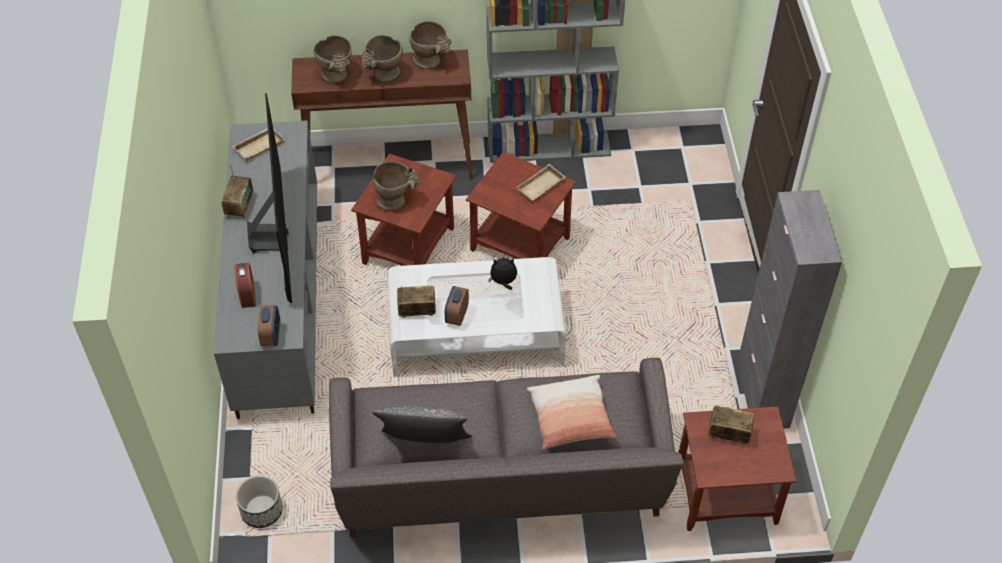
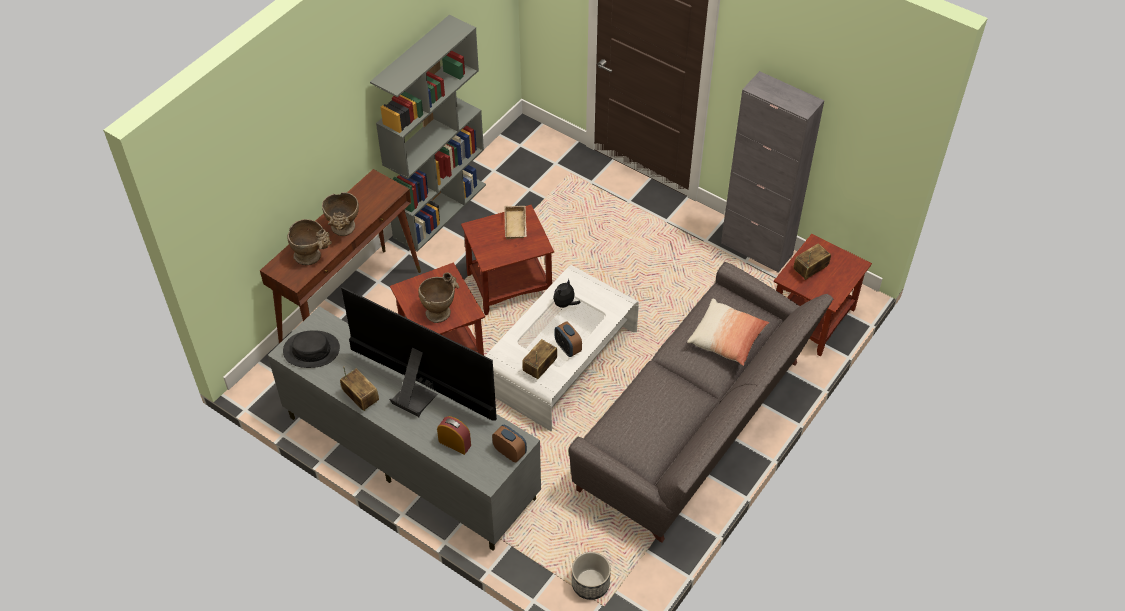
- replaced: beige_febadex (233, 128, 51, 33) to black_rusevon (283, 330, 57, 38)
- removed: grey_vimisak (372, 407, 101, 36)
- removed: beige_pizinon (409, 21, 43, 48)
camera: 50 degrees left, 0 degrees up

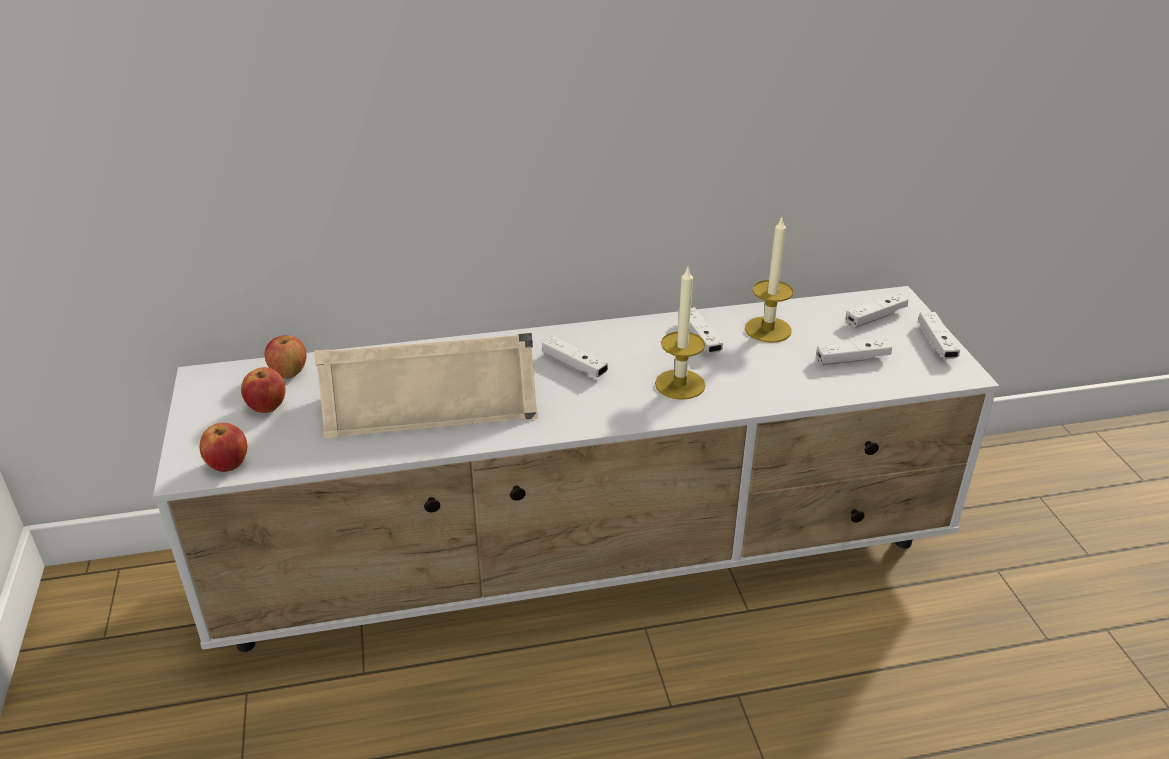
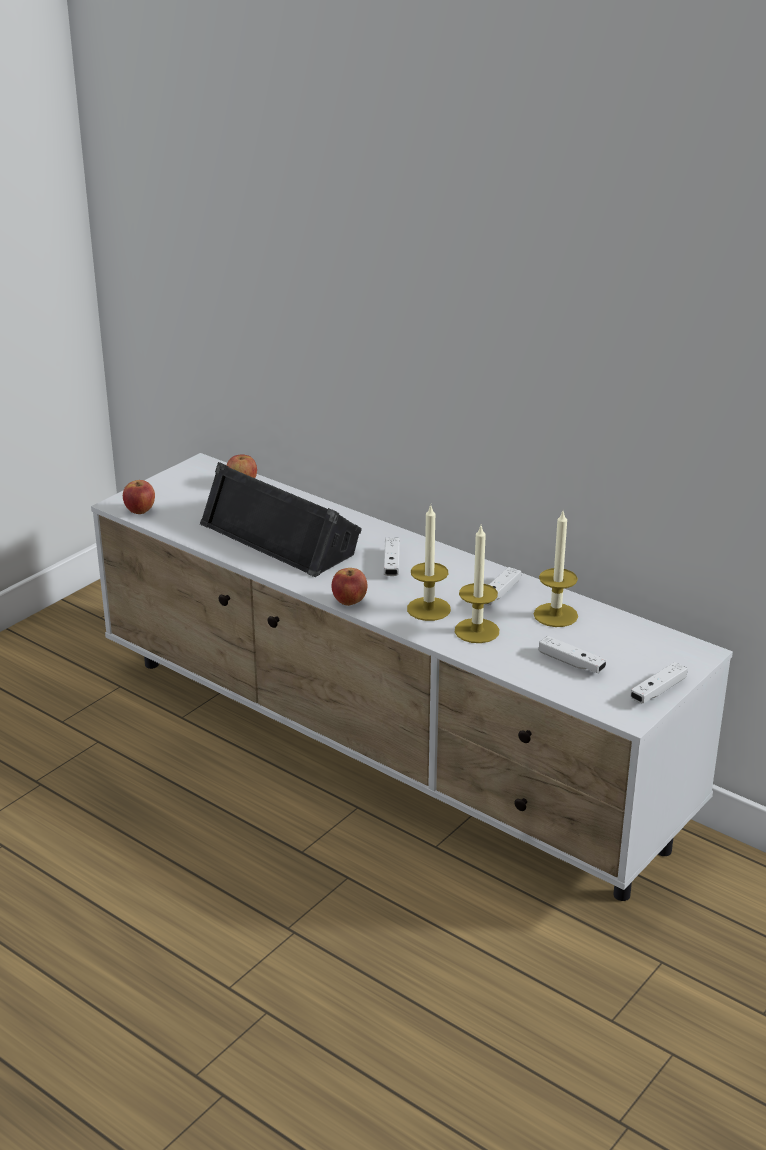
- recoloured: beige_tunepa (314, 333, 224, 106) to black_tunepa (200, 462, 162, 115)
- moved: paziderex (241, 367, 45, 46) to (332, 568, 35, 38)
- added: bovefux (455, 526, 44, 117)
- removed: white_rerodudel (846, 293, 62, 35)
camera: 50 degrees right, 5 degrees down

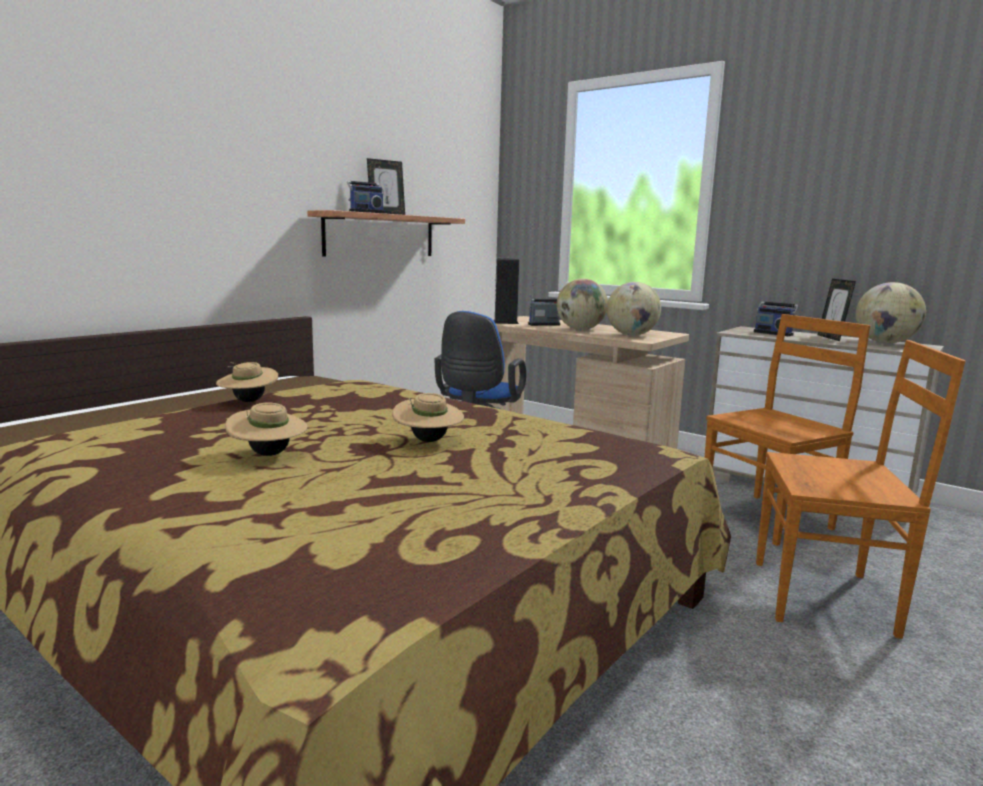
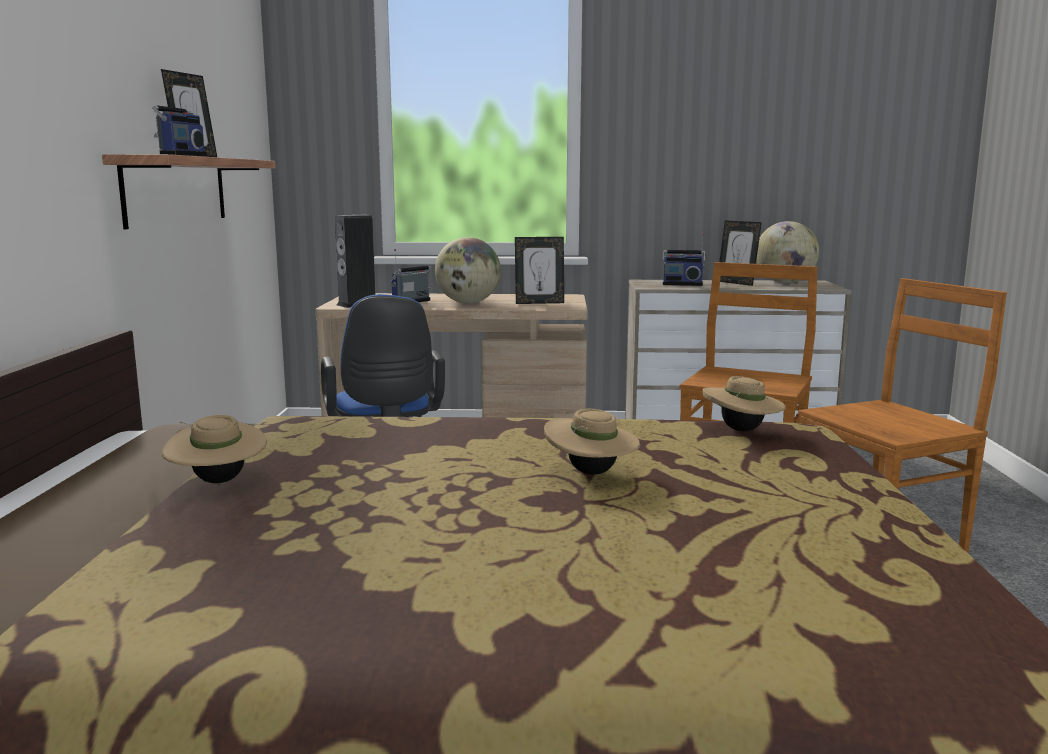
- replaced: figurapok (607, 282, 54, 54) to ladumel (515, 237, 49, 67)
- moved: beige_rusevon (225, 403, 83, 53) to (703, 376, 83, 55)
camera: 35 degrees left, 0 degrees up

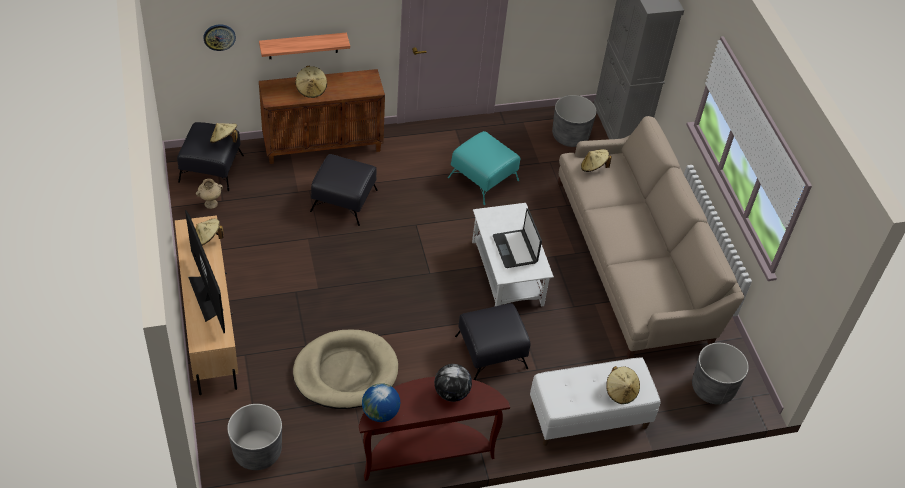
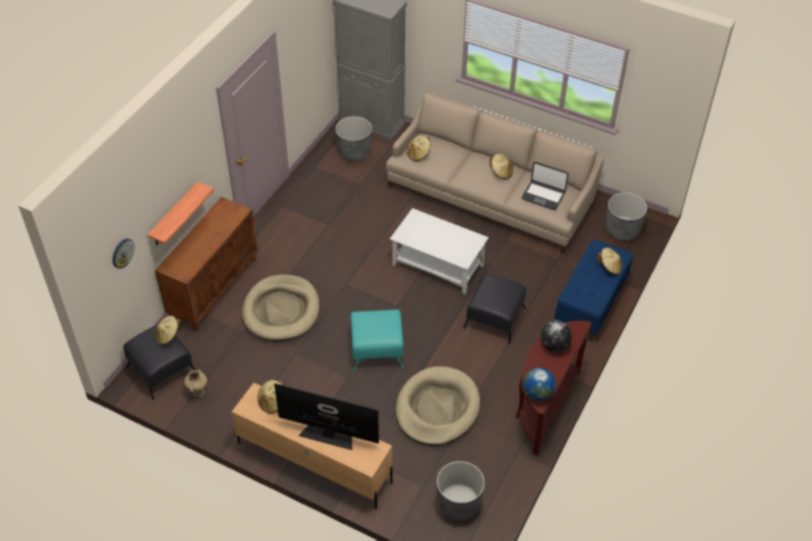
- replaced: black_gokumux (310, 154, 68, 72) to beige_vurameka (242, 274, 78, 67)
- moved: turquoise_gokumux (448, 131, 72, 74) to (351, 310, 53, 61)
- moved: beige_rusevon (295, 66, 32, 32) to (490, 153, 23, 26)
- moved: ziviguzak (493, 208, 49, 60) to (521, 162, 48, 48)
- recoloured: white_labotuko (530, 357, 131, 89) to blue_labotuko (554, 239, 79, 102)
camera: 45 degrees left, 0 degrees up

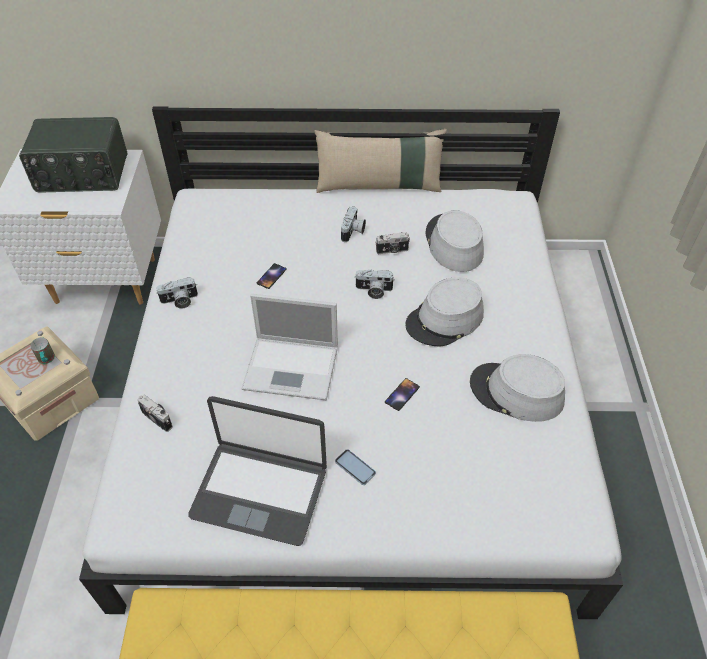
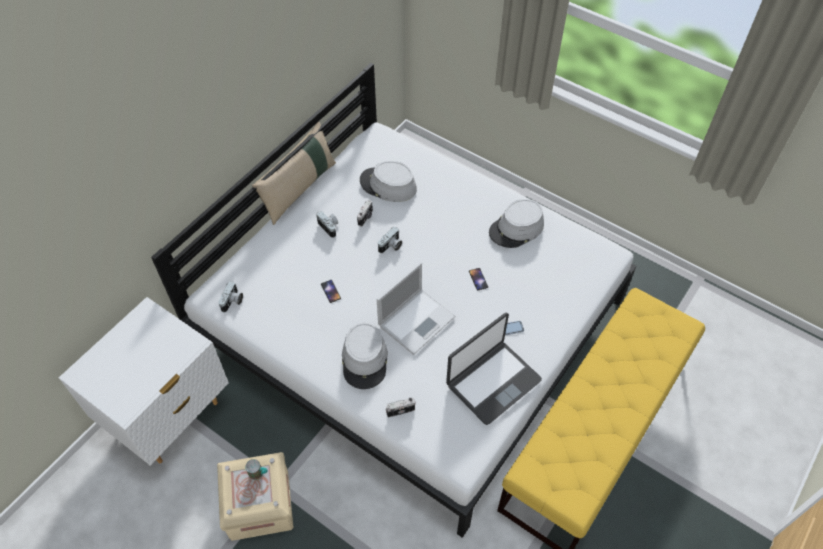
- moved: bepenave (156, 277, 42, 32) to (218, 281, 25, 31)
- moved: grey_rusevon (405, 277, 79, 70) to (342, 323, 46, 66)
- removed: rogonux (19, 117, 108, 76)
camera: 55 degrees left, 5 degrees up

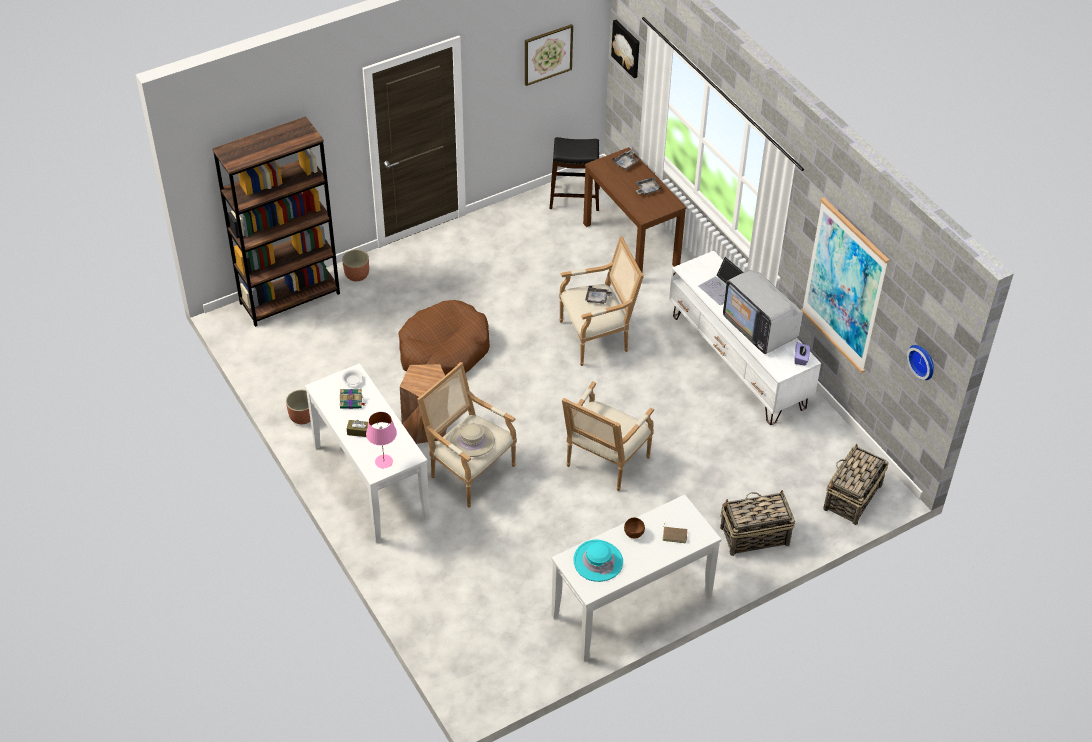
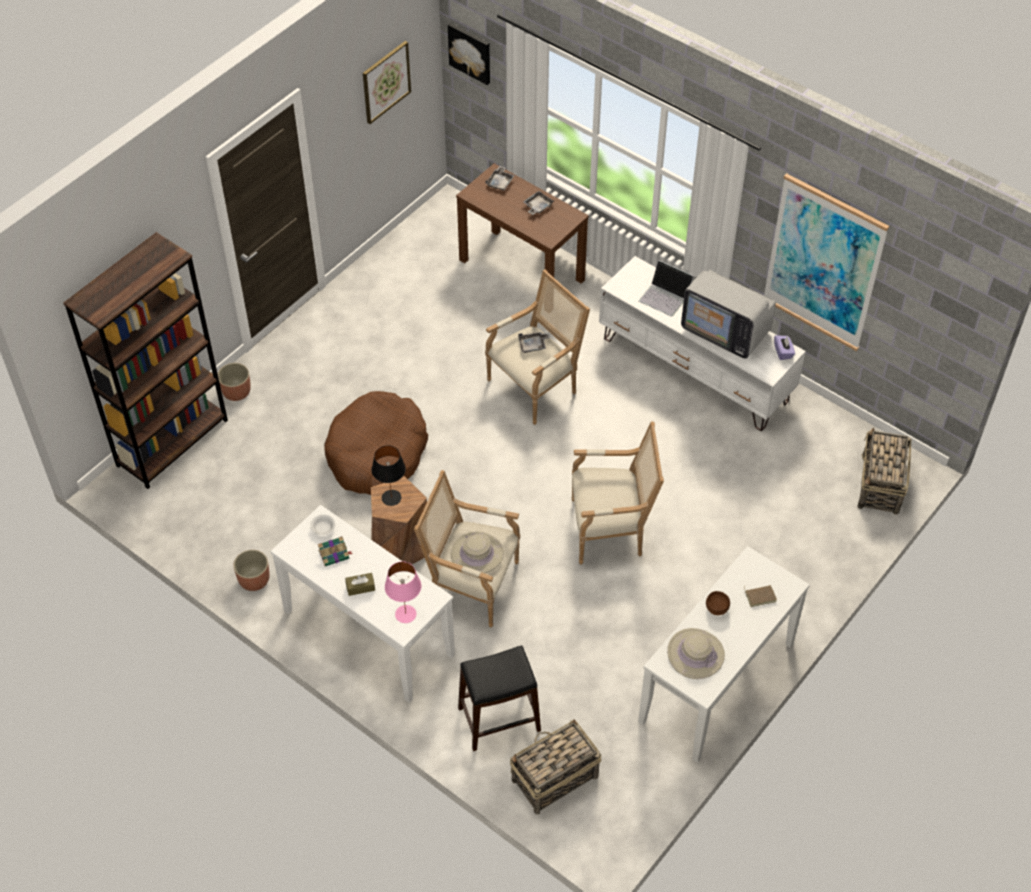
- added: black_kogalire (372, 445, 34, 61)
- moved: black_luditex (550, 137, 50, 74) to (458, 646, 83, 105)
- moved: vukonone (720, 490, 75, 66) to (510, 719, 91, 95)
- turned: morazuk (562, 381, 92, 110) = (572, 421, 92, 144) 105 degrees counterclockwise
- recoloured: turquoise_rusevon (574, 540, 49, 42) to beige_rusevon (667, 628, 58, 51)
- removed: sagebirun (907, 345, 27, 35)
camera: 20 degrees left, 5 degrees up

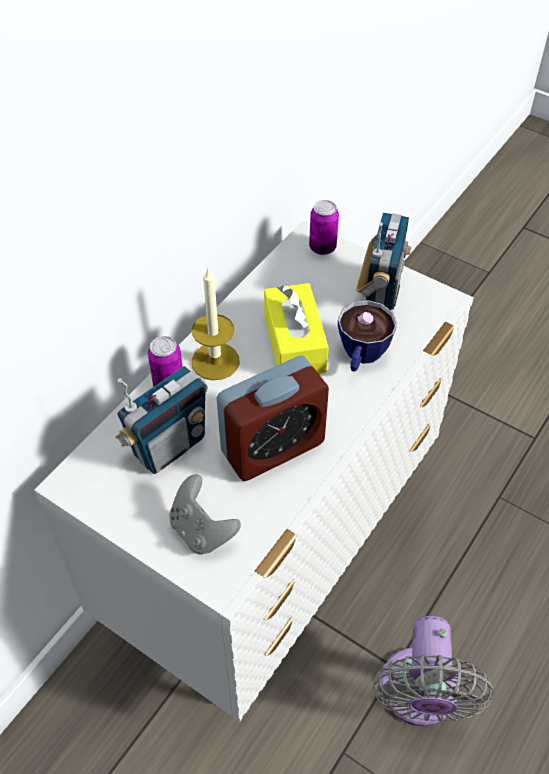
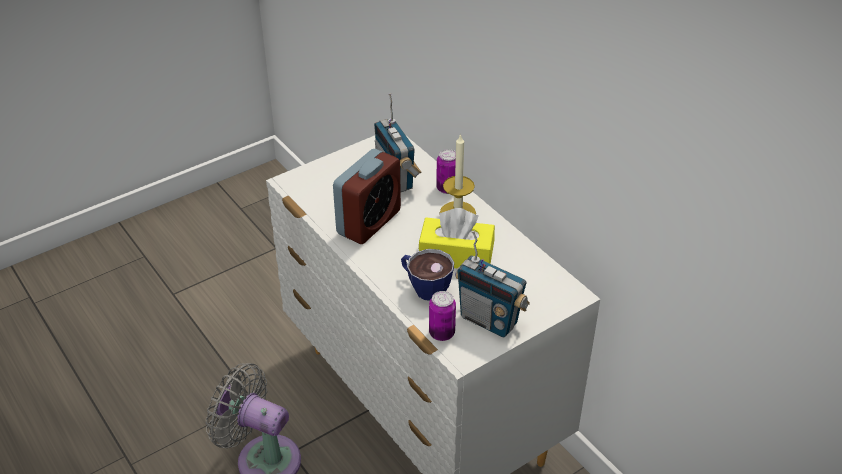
- turned: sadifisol (217, 356, 112, 125) = (333, 149, 68, 95) 135 degrees counterclockwise
- moved: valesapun (309, 200, 30, 55) to (429, 291, 27, 50)
- removed: grey_rerodudel (169, 475, 72, 80)
camera: 110 degrees right, 10 degrees down

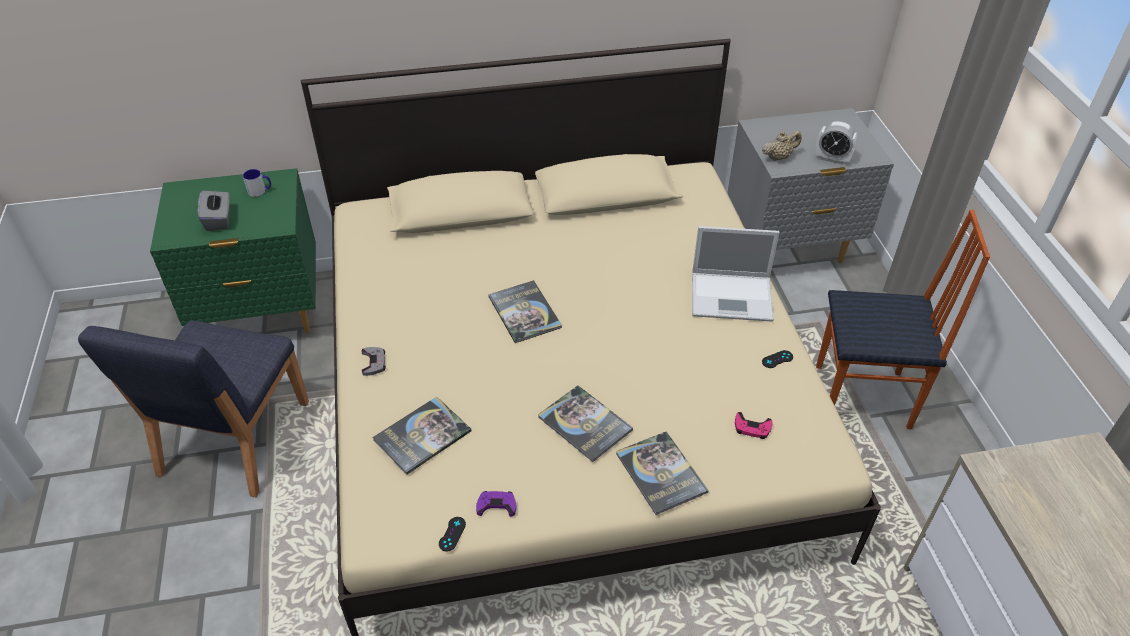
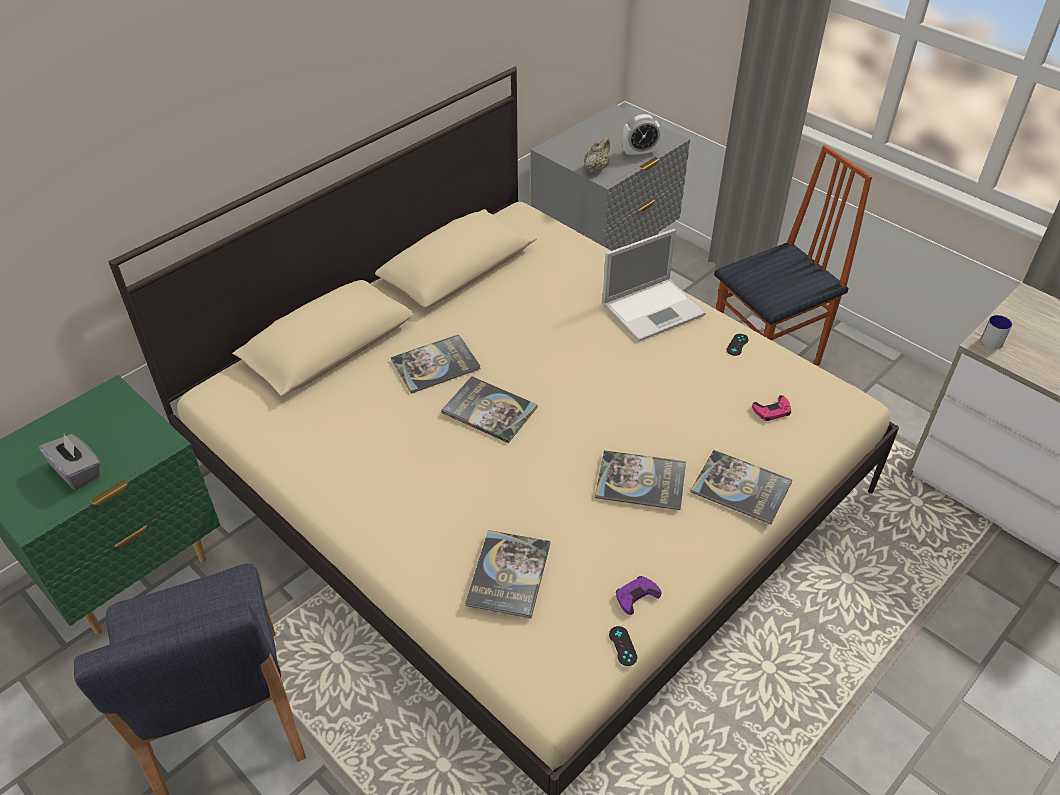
- added: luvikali (391, 334, 90, 60)
- moved: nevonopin (243, 169, 28, 28) to (981, 315, 31, 34)
- removed: grey_rerodudel (362, 347, 24, 29)
camera: 35 degrees left, 0 degrees up

